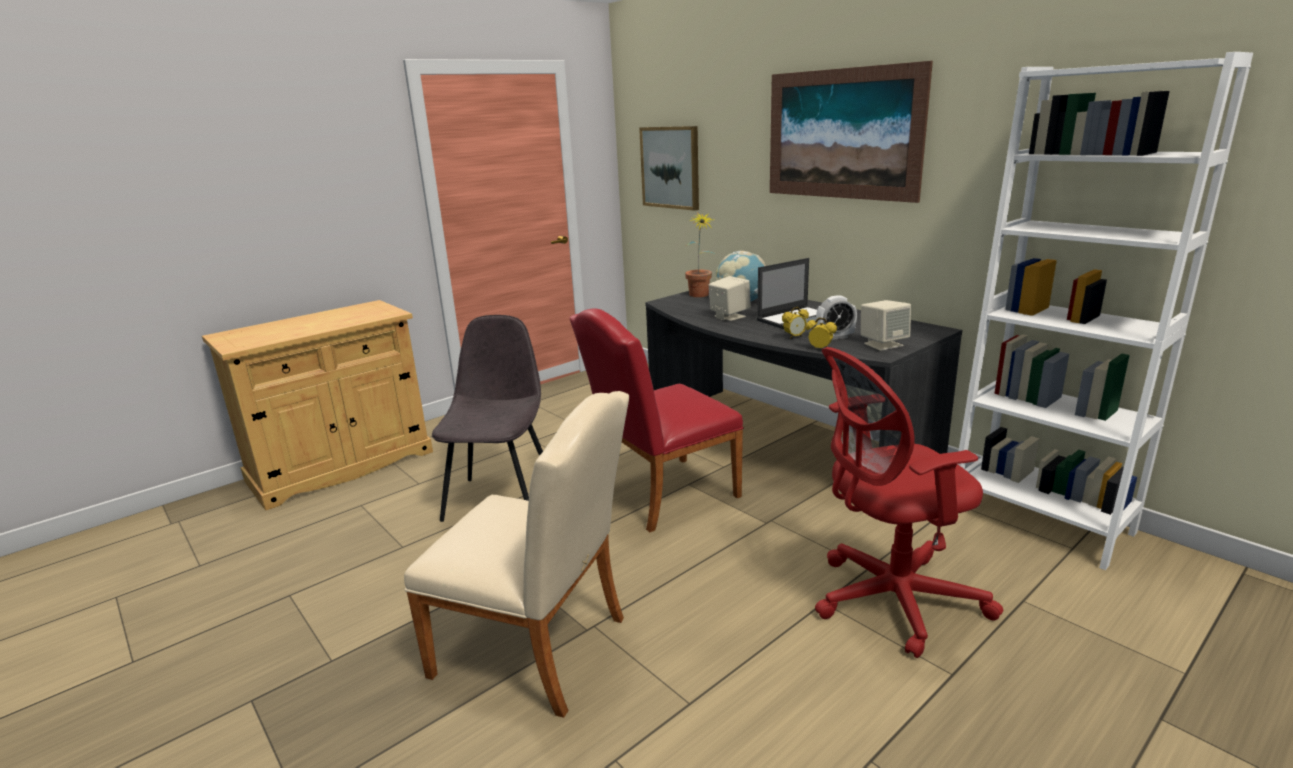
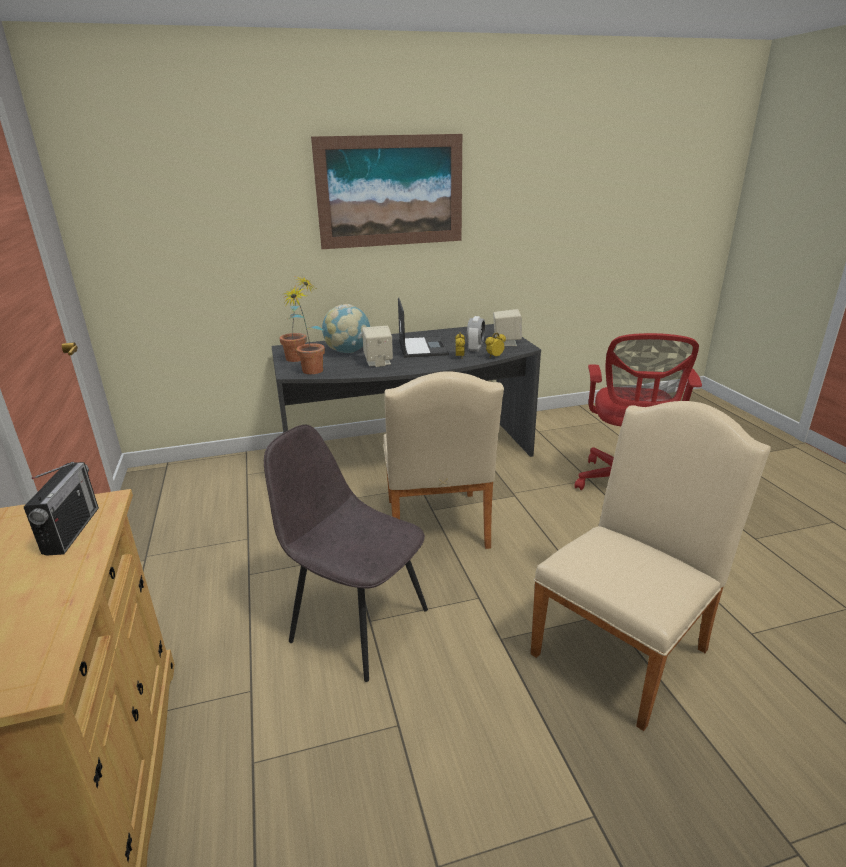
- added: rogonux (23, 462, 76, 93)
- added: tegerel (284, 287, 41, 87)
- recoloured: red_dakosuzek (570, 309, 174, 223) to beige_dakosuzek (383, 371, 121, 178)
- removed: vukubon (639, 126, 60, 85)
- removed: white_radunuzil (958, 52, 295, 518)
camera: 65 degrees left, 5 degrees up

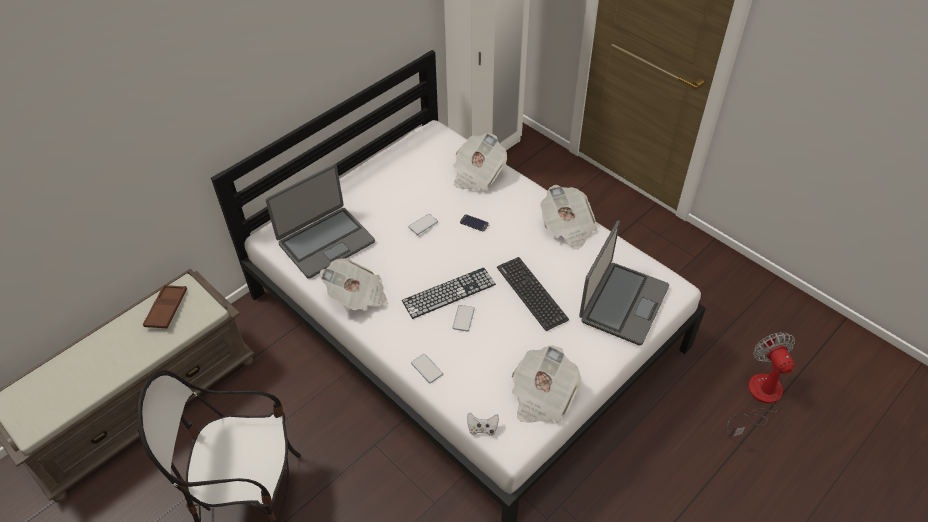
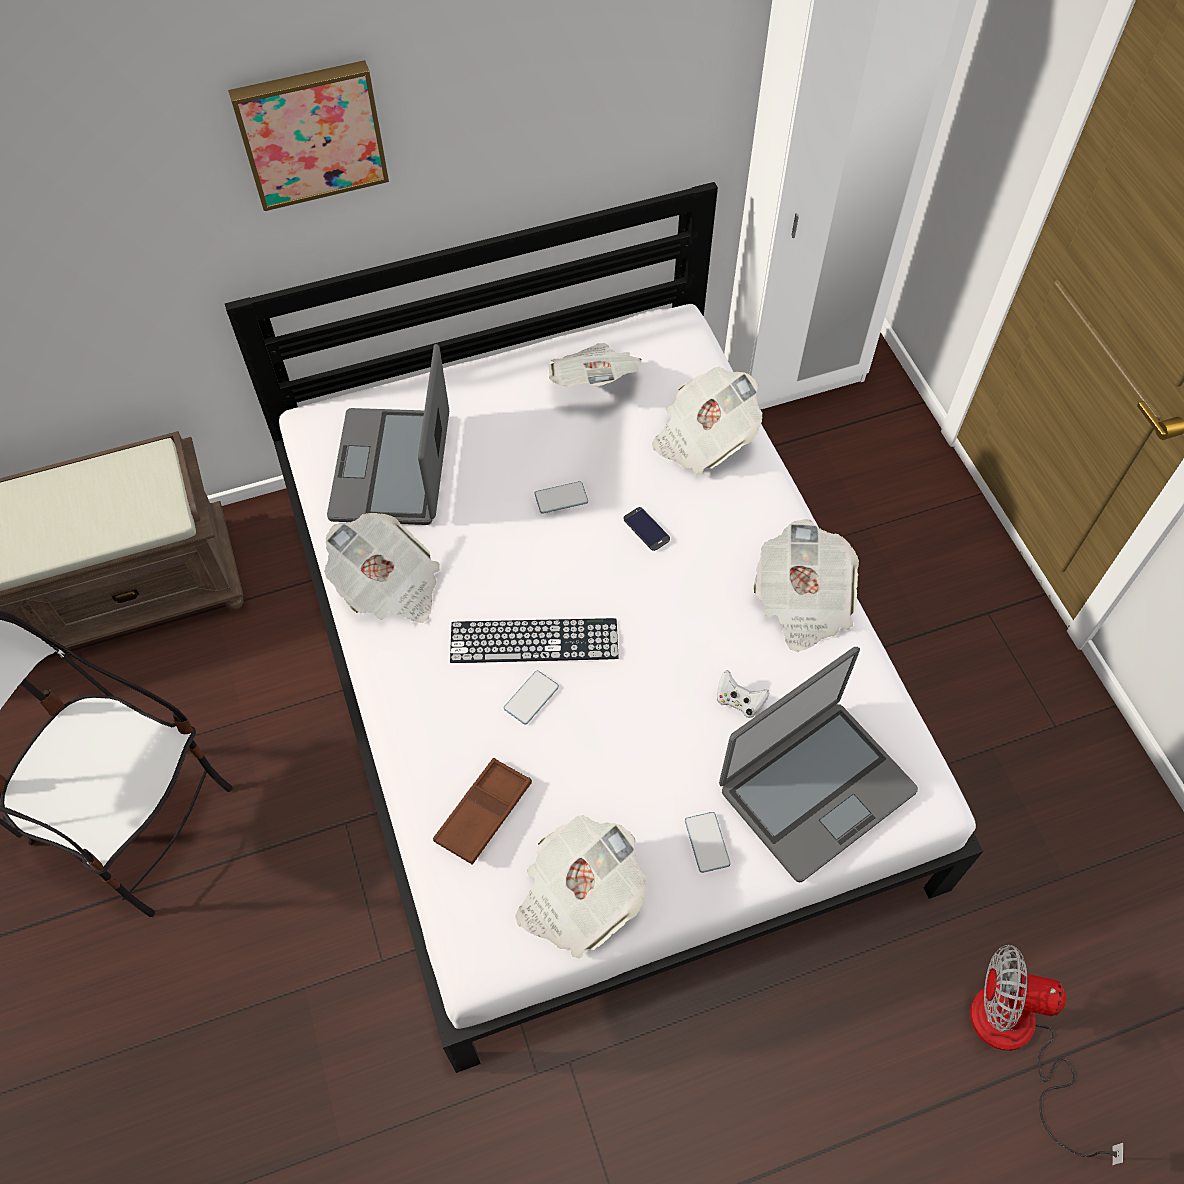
- added: vukubon (228, 60, 161, 151)
- turned: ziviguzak (265, 164, 110, 115) = (327, 344, 122, 181) 105 degrees clockwise
- moved: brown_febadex (143, 285, 44, 43) to (433, 758, 99, 107)
- added: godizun (548, 343, 94, 44)
- moved: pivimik (411, 354, 32, 29) to (685, 812, 46, 61)
- moved: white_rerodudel (467, 413, 32, 23) to (717, 670, 52, 48)
- turned: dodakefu (727, 332, 68, 104) = (970, 945, 153, 221) 90 degrees counterclockwise
- removed: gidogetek (497, 257, 72, 74)
camera: 25 degrees right, 10 degrees up

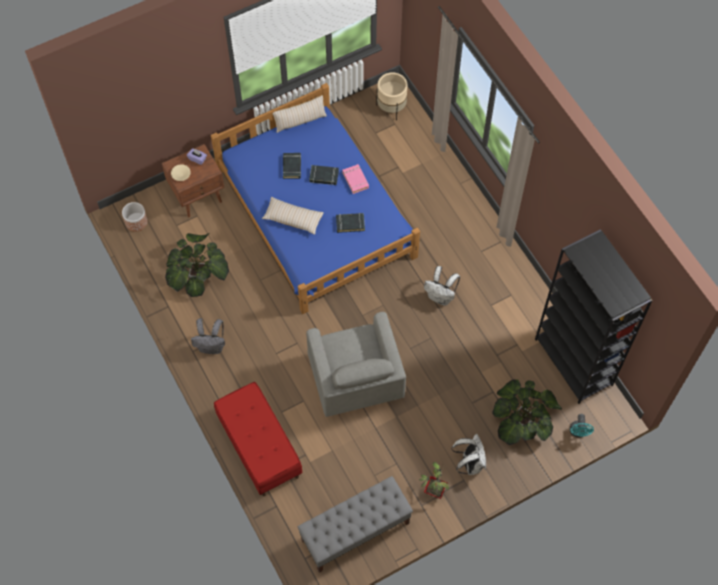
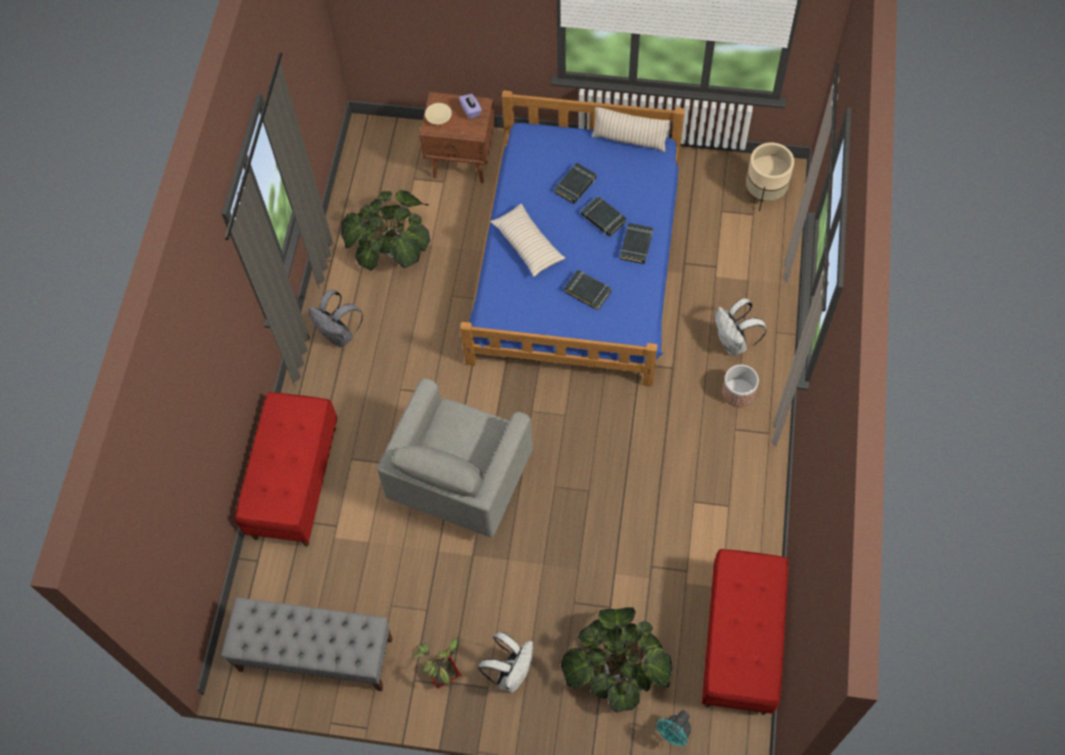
- recoloured: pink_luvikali (342, 164, 27, 30) to black_luvikali (620, 223, 33, 41)
- replaced: black_radunuzil (535, 229, 118, 175) to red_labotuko (702, 549, 87, 166)
- moved: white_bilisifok (424, 266, 36, 40) to (715, 298, 52, 57)
- moved: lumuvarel (122, 202, 26, 30) to (722, 365, 37, 42)
camera: 40 degrees right, 0 degrees up

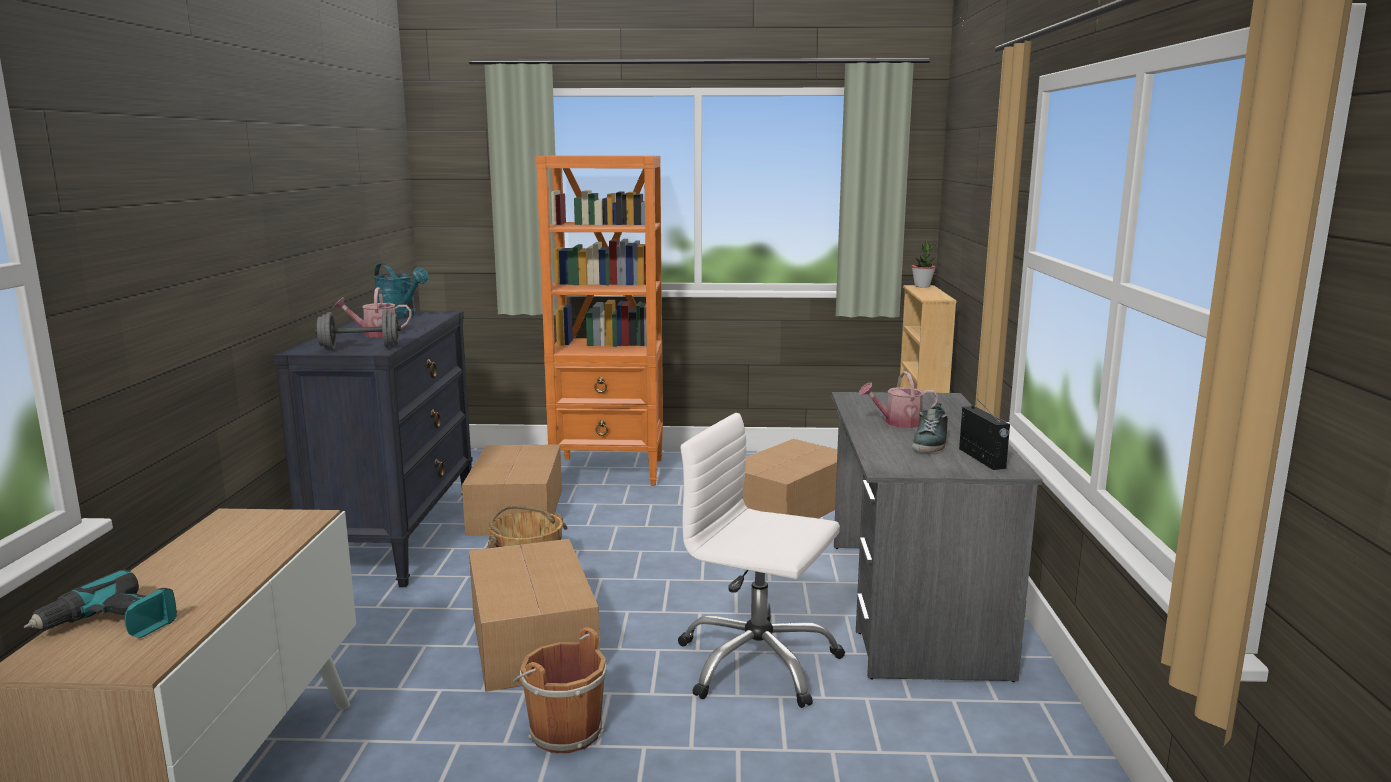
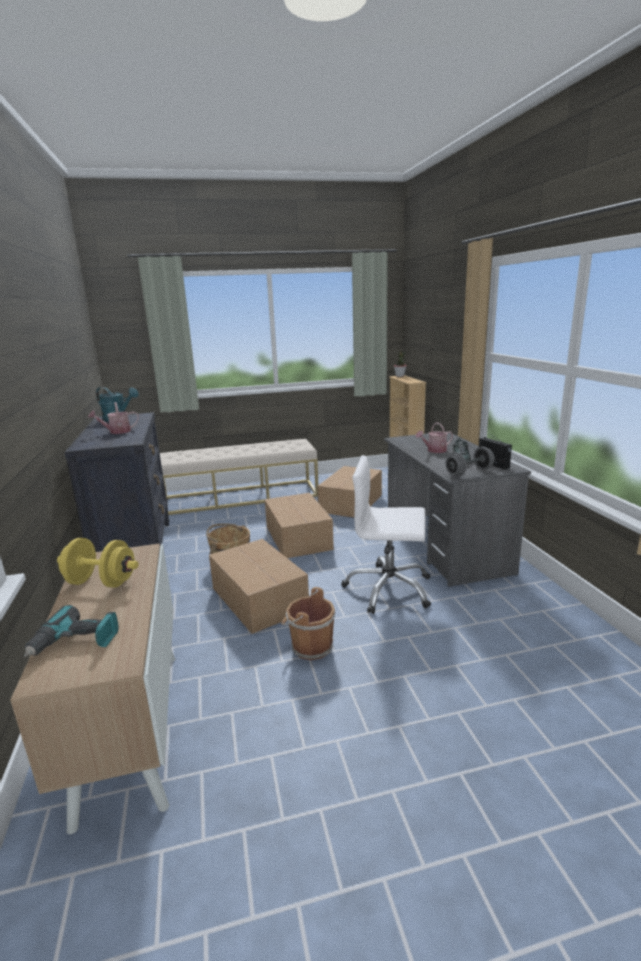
- added: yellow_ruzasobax (57, 538, 82, 50)
- replaced: orange_radunuzil (536, 156, 127, 330) to beige_labotuko (160, 439, 158, 76)
- moved: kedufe (462, 444, 100, 92) to (265, 493, 69, 65)
- moved: grey_ruzasobax (315, 310, 86, 40) to (446, 447, 49, 30)
camera: 15 degrees left, 5 degrees up

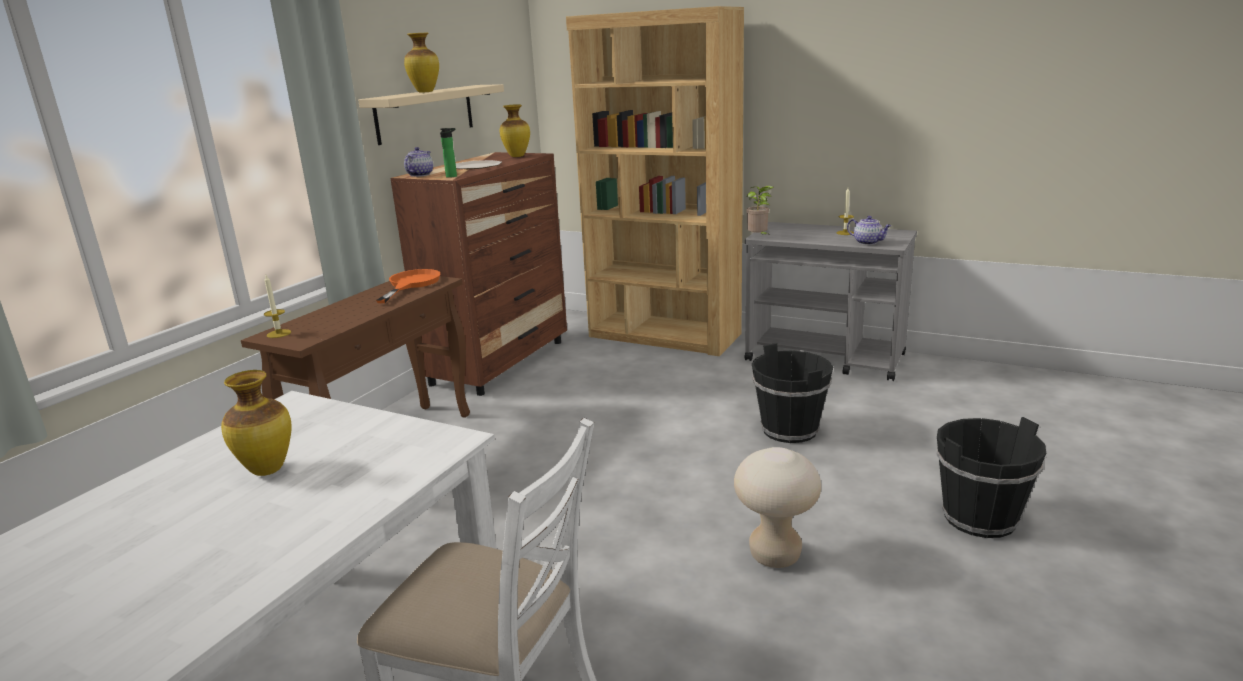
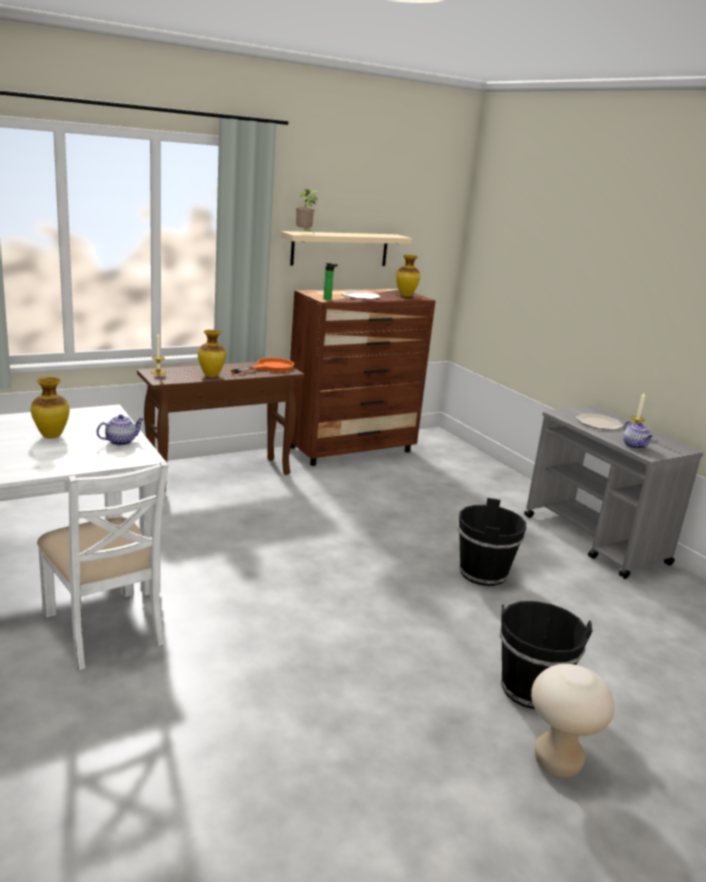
- moved: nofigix (404, 147, 29, 30) to (96, 414, 48, 32)
- moved: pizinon (404, 33, 35, 59) to (198, 330, 28, 47)
- moved: tegerel (746, 186, 28, 48) to (296, 189, 22, 46)
- moved: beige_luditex (734, 447, 87, 121) to (531, 664, 84, 114)
- added: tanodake (576, 413, 48, 17)
- removed: brown_radunuzil (566, 6, 178, 350)
camera: 30 degrees right, 0 degrees up

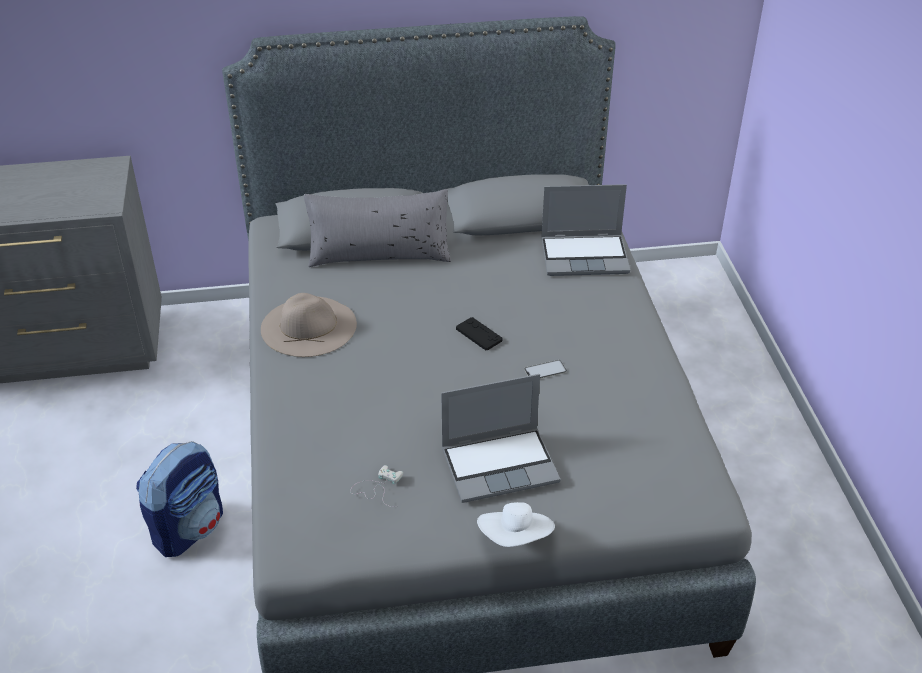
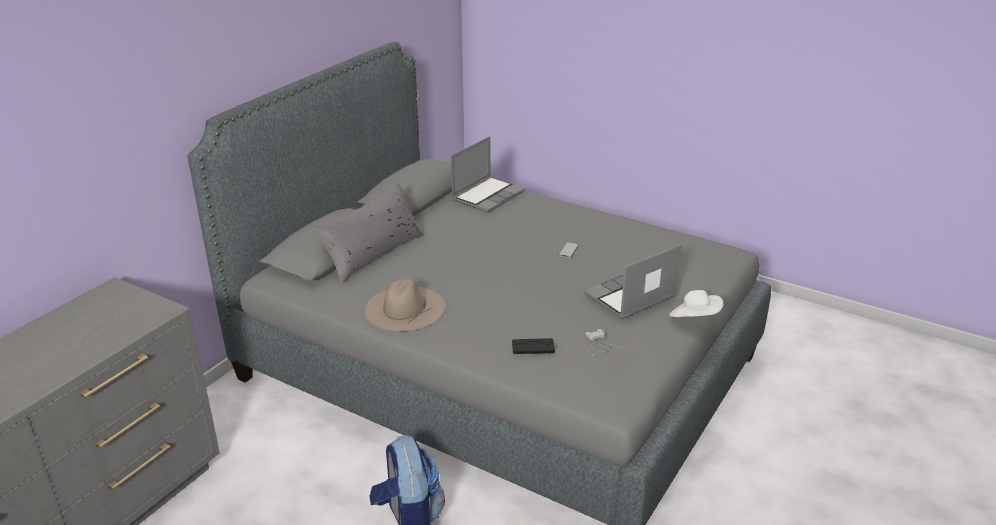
- moved: black_rerodudel (456, 317, 46, 34) to (512, 338, 43, 16)
- turned: ziviguzak (441, 374, 119, 129) = (584, 244, 98, 75) 150 degrees counterclockwise
camera: 50 degrees left, 10 degrees down

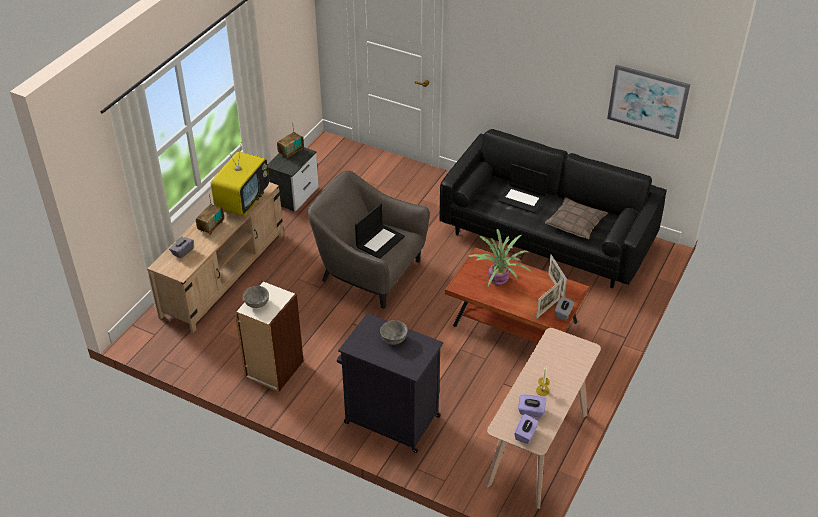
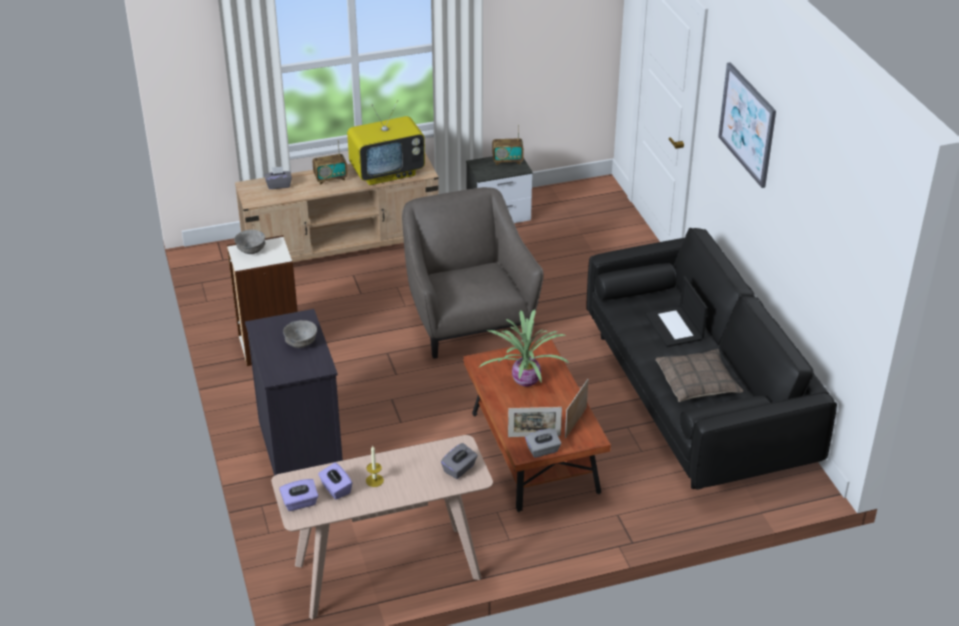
- added: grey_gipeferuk (441, 443, 37, 36)
- moved: vukubon (607, 65, 83, 74) to (718, 62, 58, 126)
- removed: ziviguzak (355, 203, 50, 56)
camera: 45 degrees right, 5 degrees down

